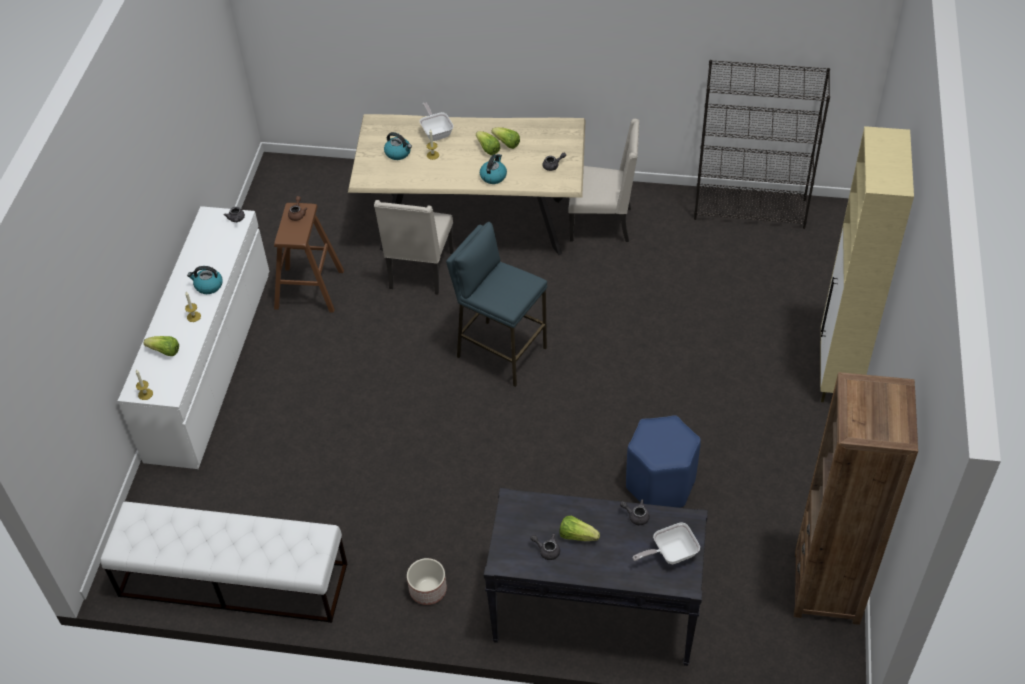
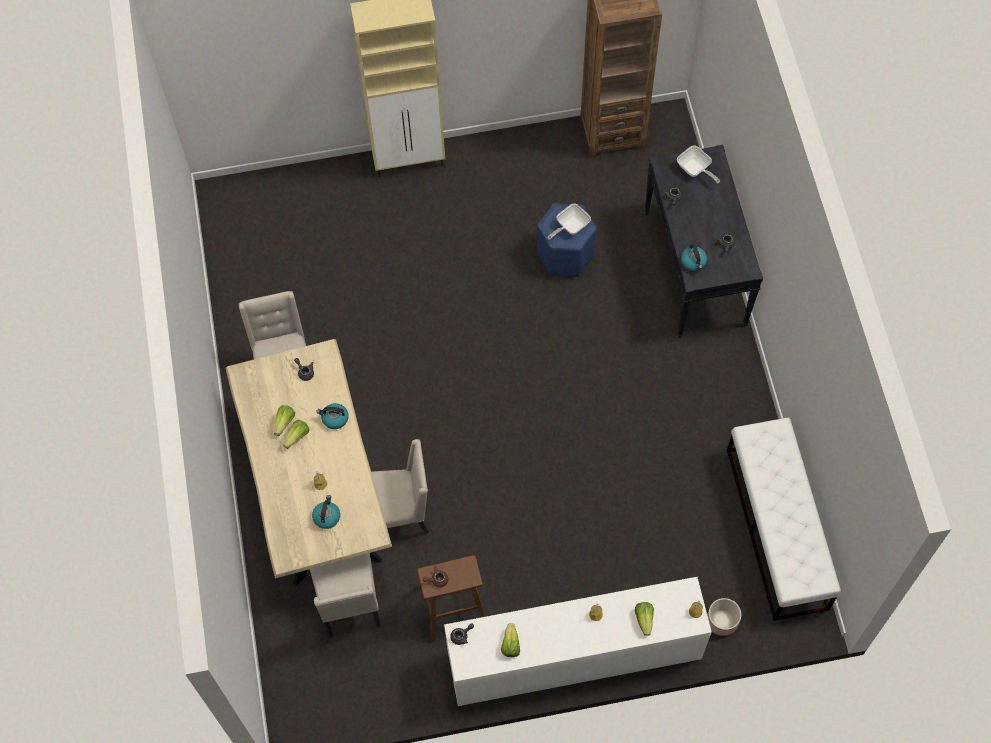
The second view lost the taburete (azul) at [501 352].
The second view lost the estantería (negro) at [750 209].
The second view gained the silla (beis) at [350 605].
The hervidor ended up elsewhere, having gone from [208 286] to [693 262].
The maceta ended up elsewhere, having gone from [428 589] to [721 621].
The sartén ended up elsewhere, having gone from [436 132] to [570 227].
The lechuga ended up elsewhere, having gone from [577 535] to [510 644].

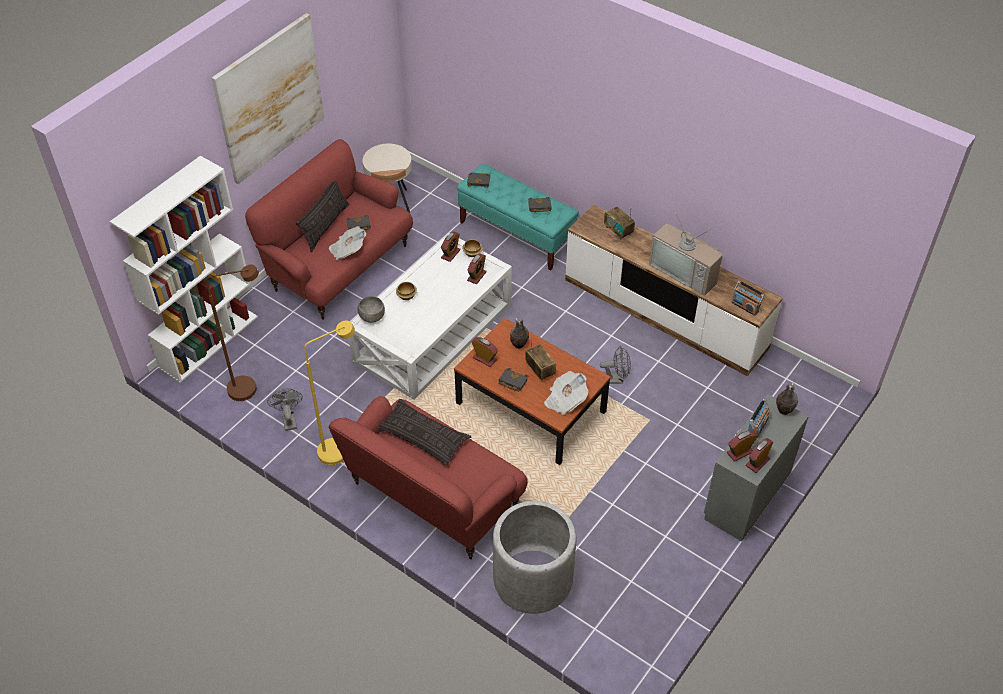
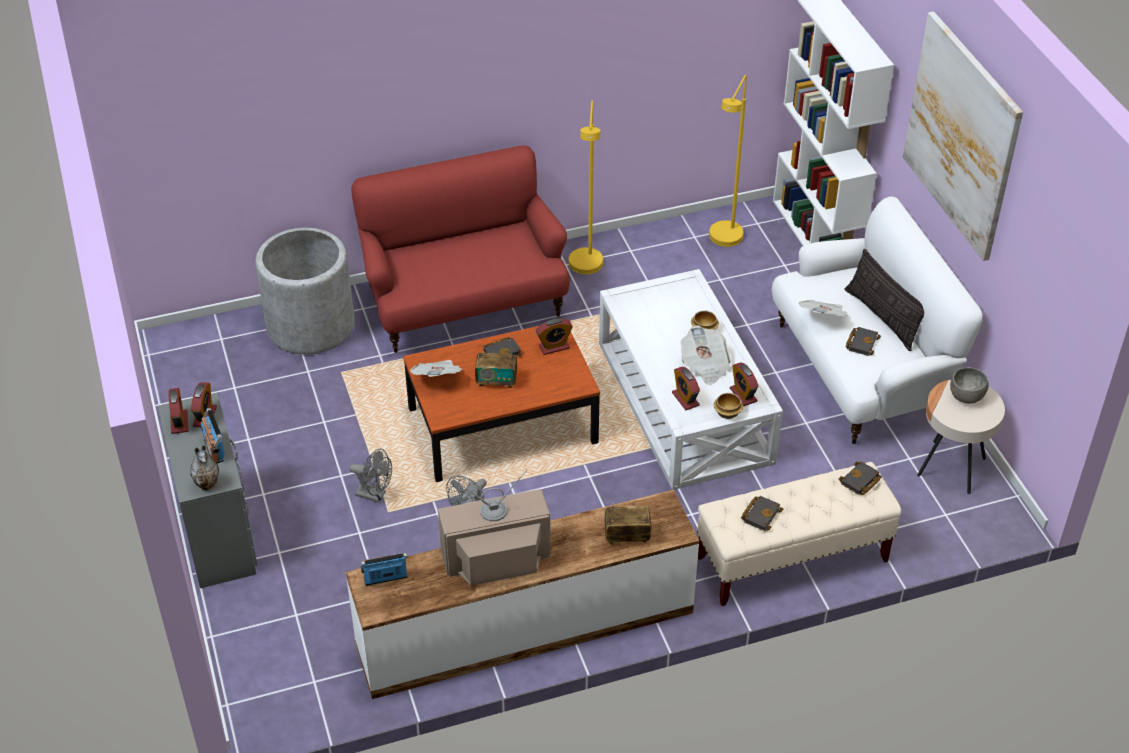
The second view lost the cojín at [423 436].
The second view lost the florero at [518 345].
The second view gained the periódico at [705 366].
The ventilador (gris) ended up elsewhere, having gone from [288 419] to [375 495].
The cuenco (gris) ended up elsewhere, having gone from [371 317] to [966 396].
What was the lámpara de pie (marrón) at [250 387] turned into the lámpara de pie (amarillo) at [724 242].
What was the sofá (rojo) at [339 267] turned into the sofá (blanco) at [860 372].
What was the banco (turquesa) at [517 235] turned into the banco (beis) at [791 560].

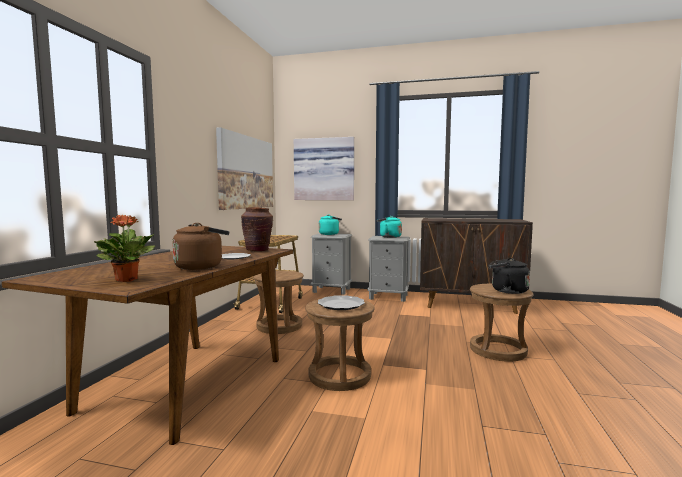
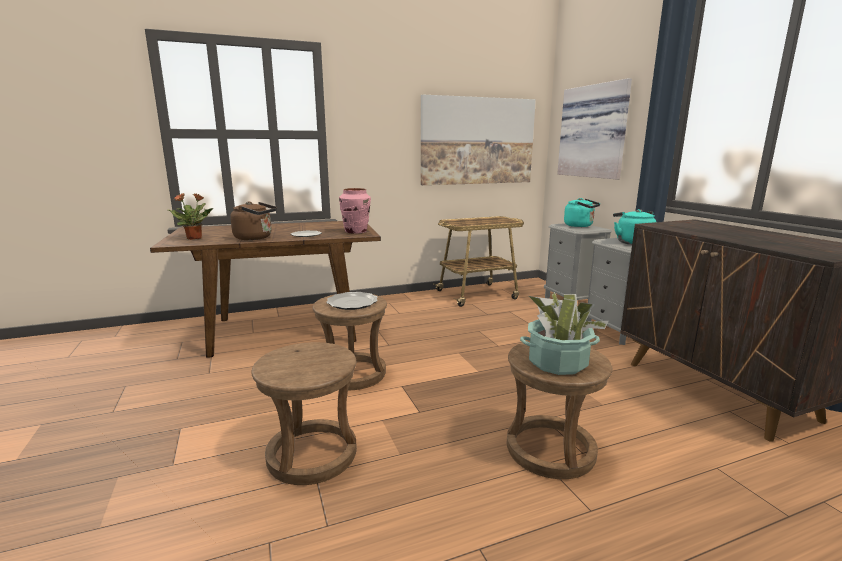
The taburete (marrón) ended up elsewhere, having gone from [279 326] to [312 454].
Where the hervidor (negro) stood at [506 291], the planta en maceta came to stand at [557 363].
What was the florero (marrón) at [257 250] turned into the florero (rosa) at [356 231].

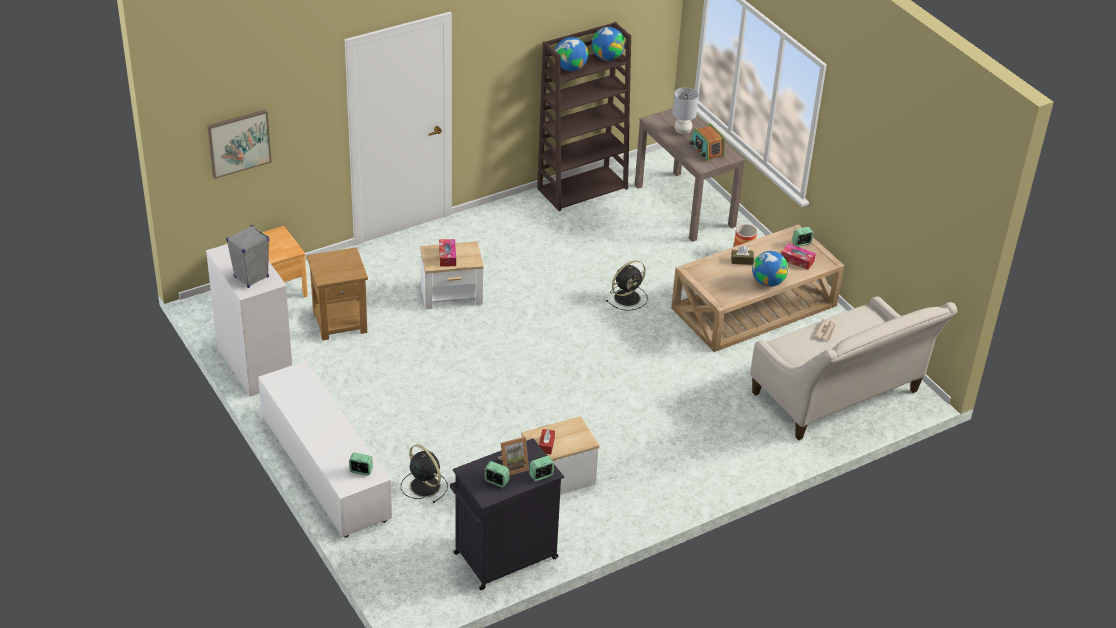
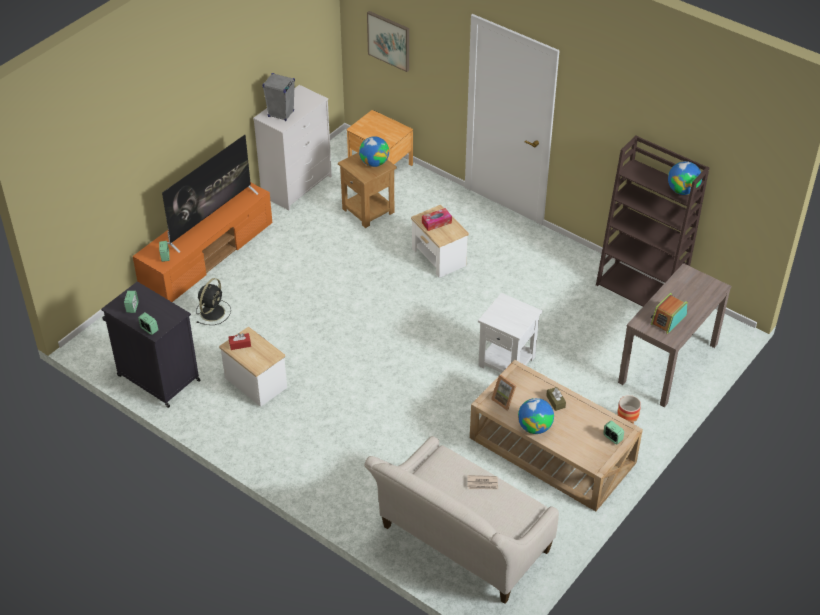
The second view lost the lámpara de mesa (gris) at [682 131].
The second view lost the caja de pañuelos at [797 260].
The second view gained the televisor at [211 217].
The portarretratos ended up elsewhere, having gone from [513 466] to [504 400].
The globo terráqueo ended up elsewhere, having gone from [570 68] to [374 163].
Where the ventilador (negro) stood at [628 297], the mesa auxiliar (blanco) came to stand at [507 361].
What was the mueble de televisión (blanco) at [324 467] turned into the mueble de televisión (naranja) at [207 255].

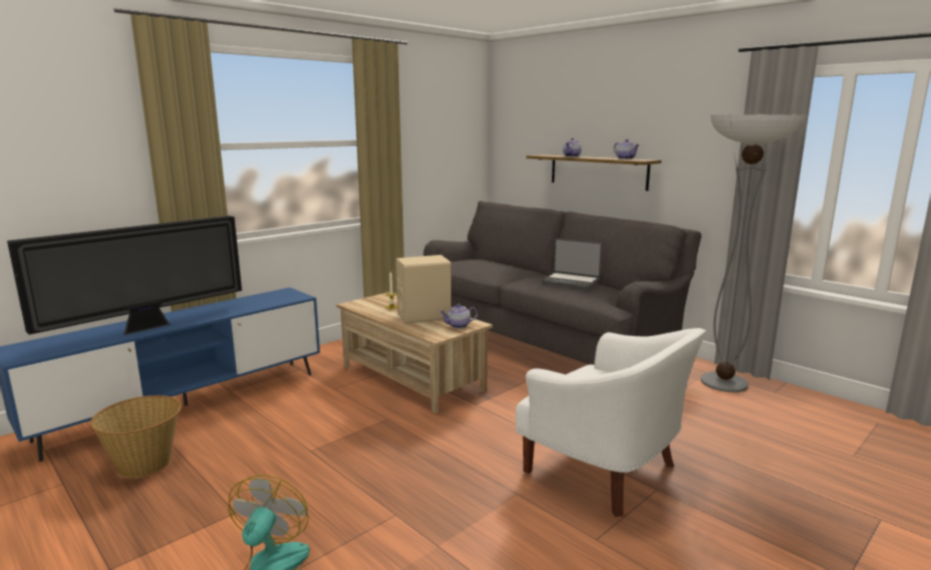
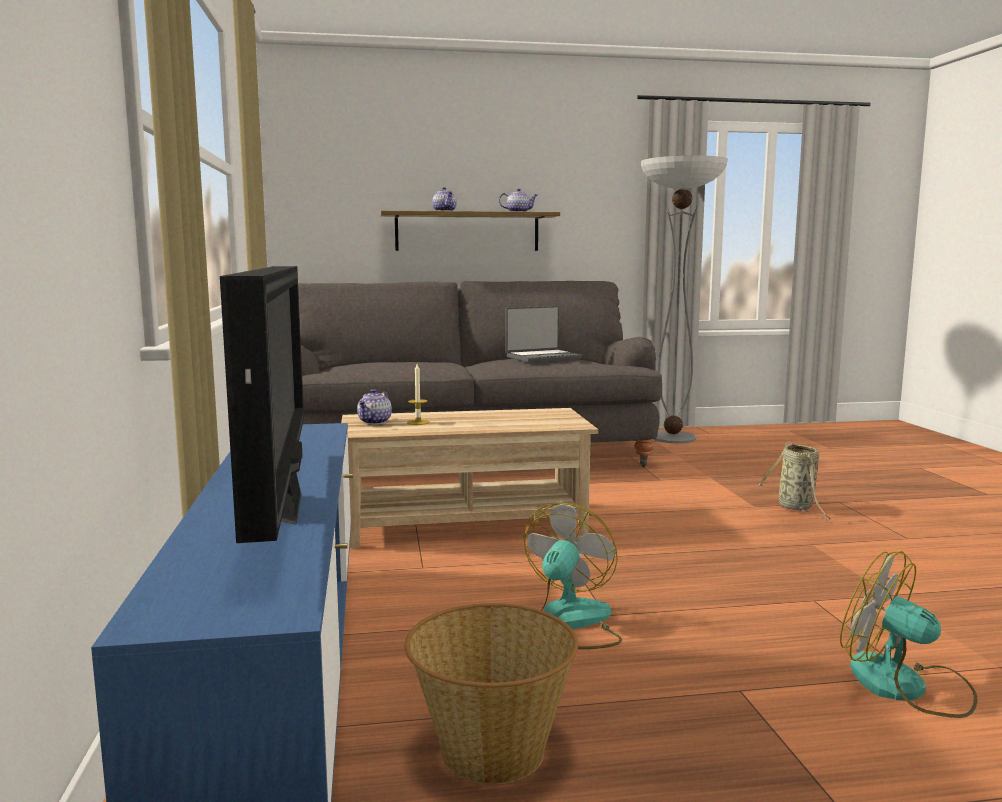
The second view lost the altavoz (beis) at [424 316].
The second view gained the ventilador at [569 623].
The tetera ended up elsewhere, having gone from [458 326] to [375 422].
Where the sillón (blanco) stood at [606 472], the cesta came to stand at [796 508].

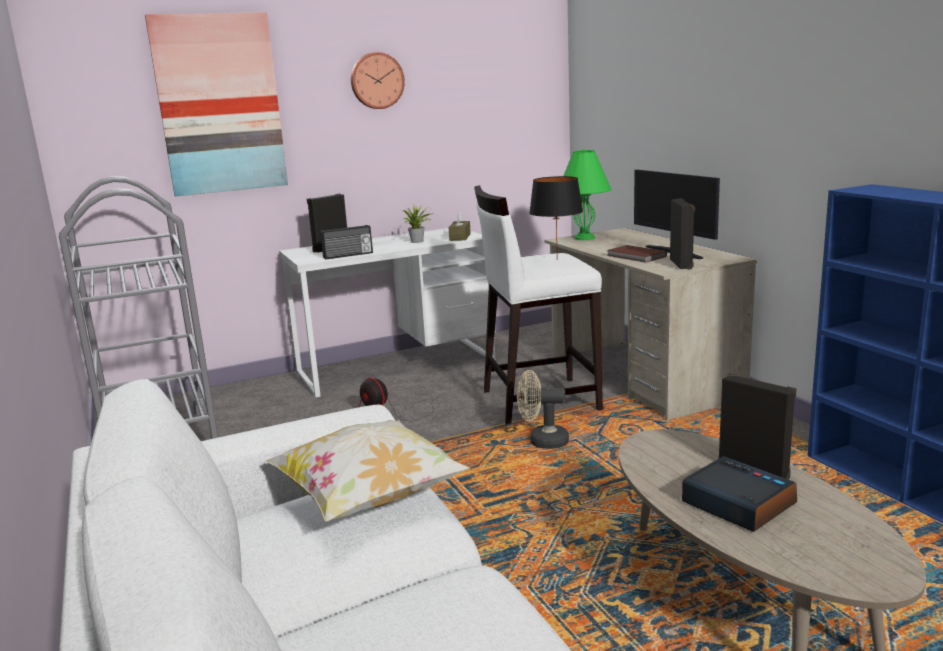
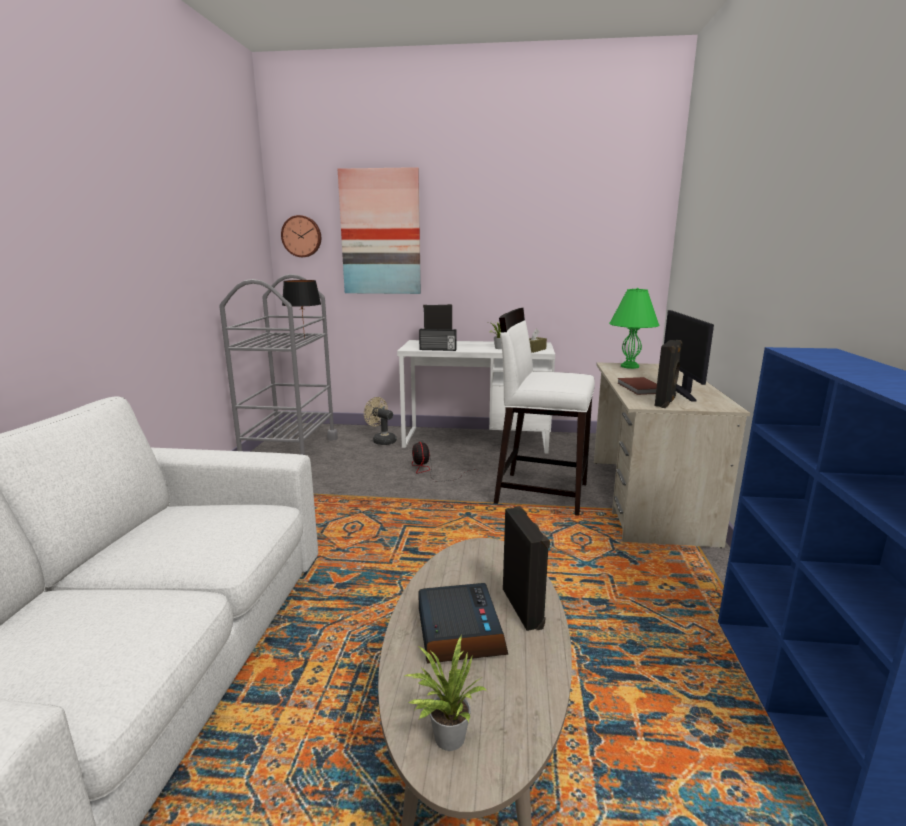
The second view lost the cojín at [370 499].
The second view gained the planta en maceta at [445 737].
The reloj de pared ended up elsewhere, having gone from [376 81] to [302 236].
The ventilador (beis) ended up elsewhere, having gone from [542 441] to [381 440].
The lámpara de mesa (negro) ended up elsewhere, having gone from [556 260] to [304 338].

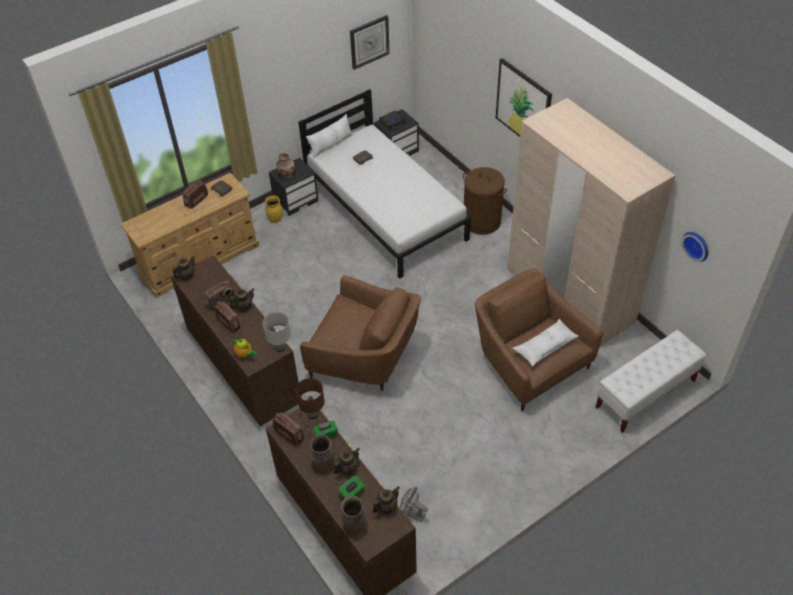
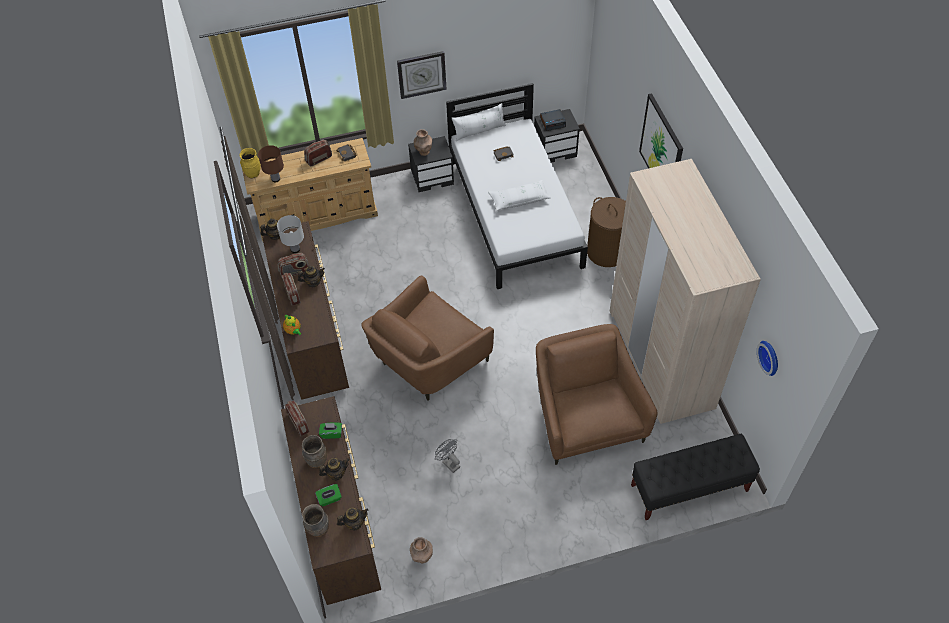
The second view gained the florero (marrón) at [422 557].
The lámpara de mesa (blanco) ended up elsewhere, having gone from [280 347] to [295 249].
The florero (amarillo) ended up elsewhere, having gone from [275 219] to [253 173].
The lámpara de mesa (marrón) ended up elsewhere, having gone from [312 414] to [275 179].
The reloj de pared ended up elsewhere, having gone from [369 42] to [421 74].
The ventilador (gris) ended up elsewhere, having gone from [413 513] to [449 463].
The cojín (blanco) ended up elsewhere, having gone from [545 346] to [519 199].
What was the banco (blanco) at [645 394] turned into the banco (negro) at [689 488].
The sillón (marrón) at [365 357] ended up facing another way, 90 degrees clockwise from before.

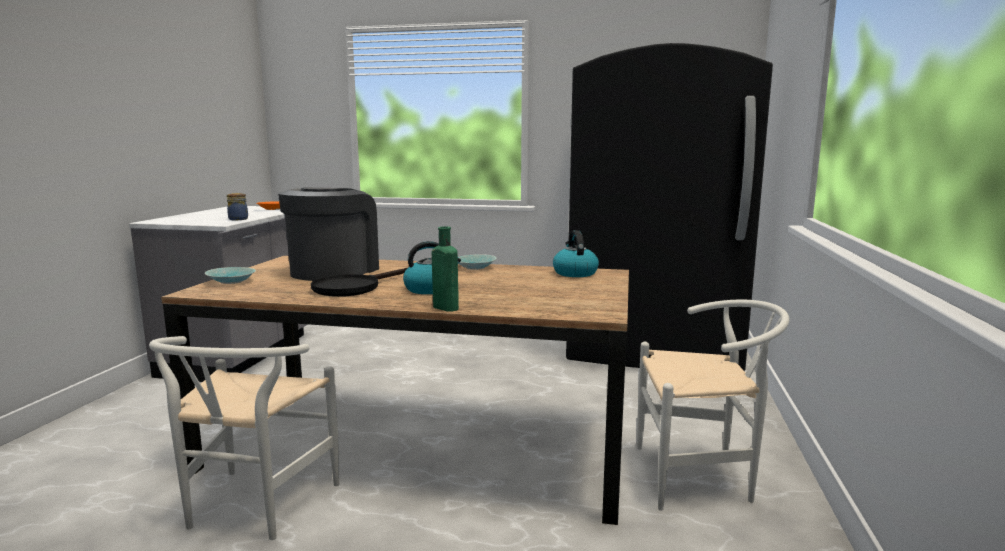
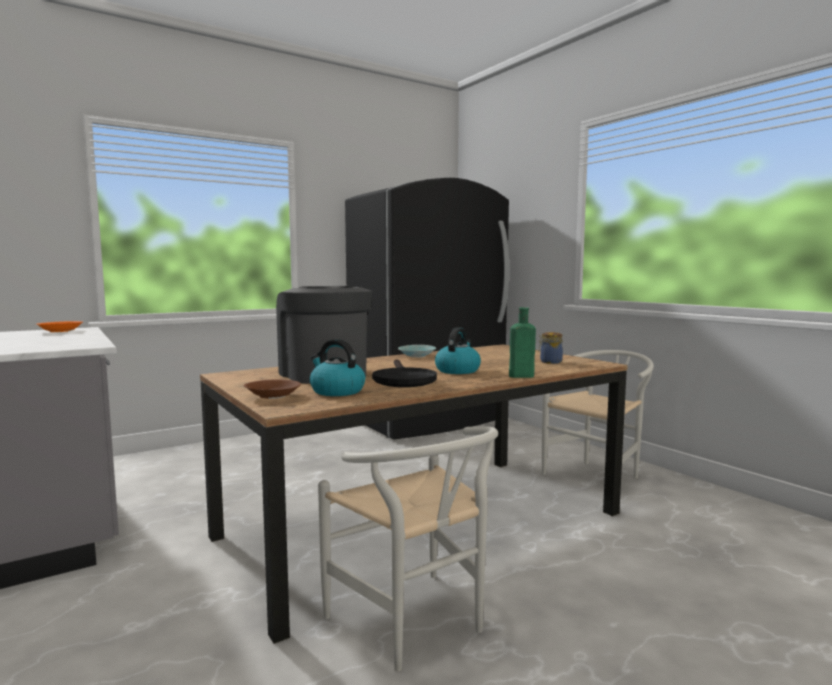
The tarro ended up elsewhere, having gone from [238 219] to [550 362].
The hervidor ended up elsewhere, having gone from [574 273] to [336 391].
What was the cuenco (turquesa) at [232 281] turned into the cuenco (marrón) at [272 396].

